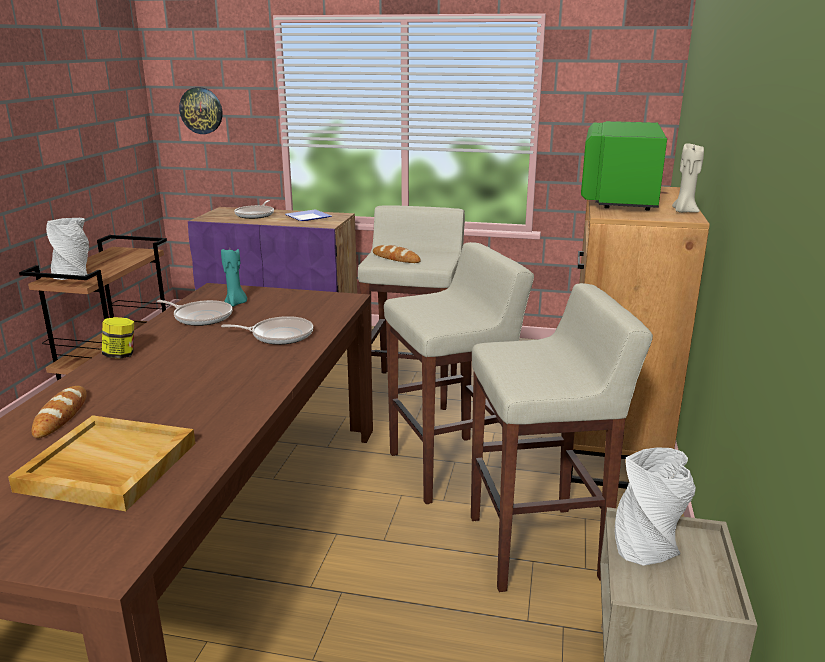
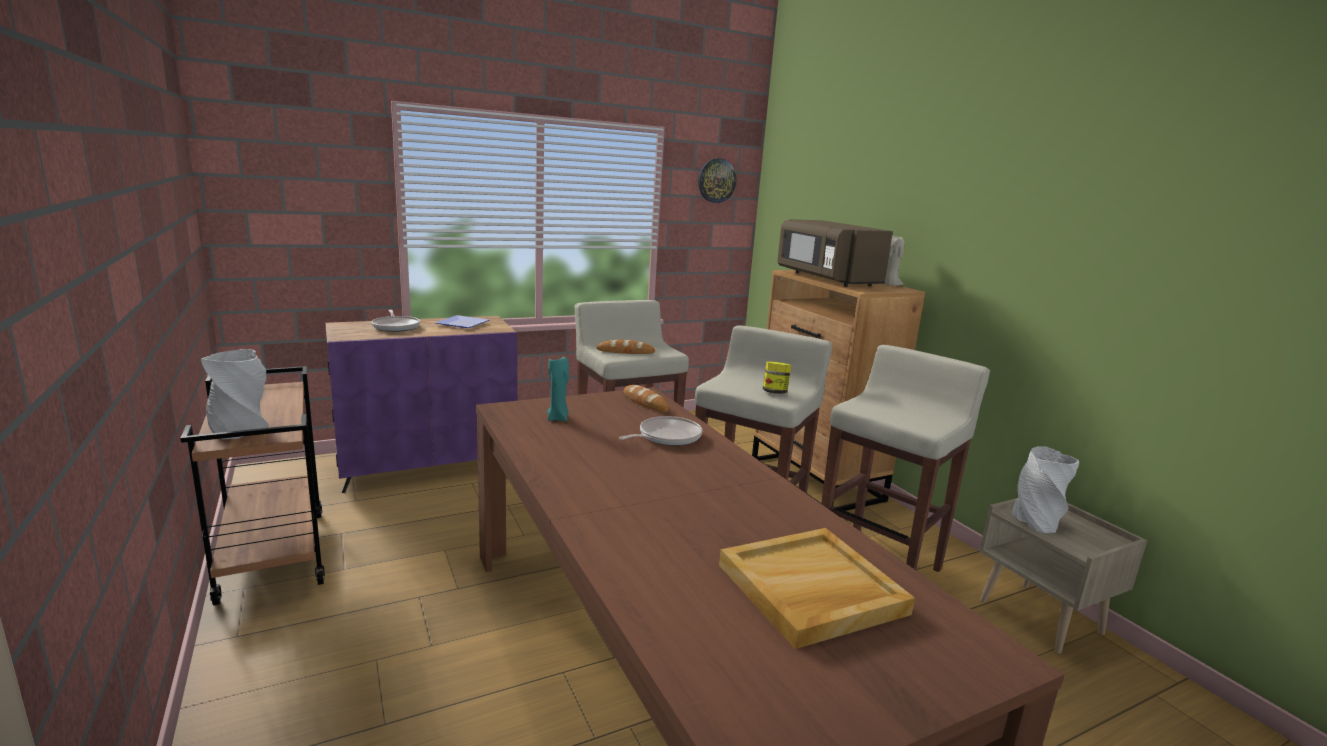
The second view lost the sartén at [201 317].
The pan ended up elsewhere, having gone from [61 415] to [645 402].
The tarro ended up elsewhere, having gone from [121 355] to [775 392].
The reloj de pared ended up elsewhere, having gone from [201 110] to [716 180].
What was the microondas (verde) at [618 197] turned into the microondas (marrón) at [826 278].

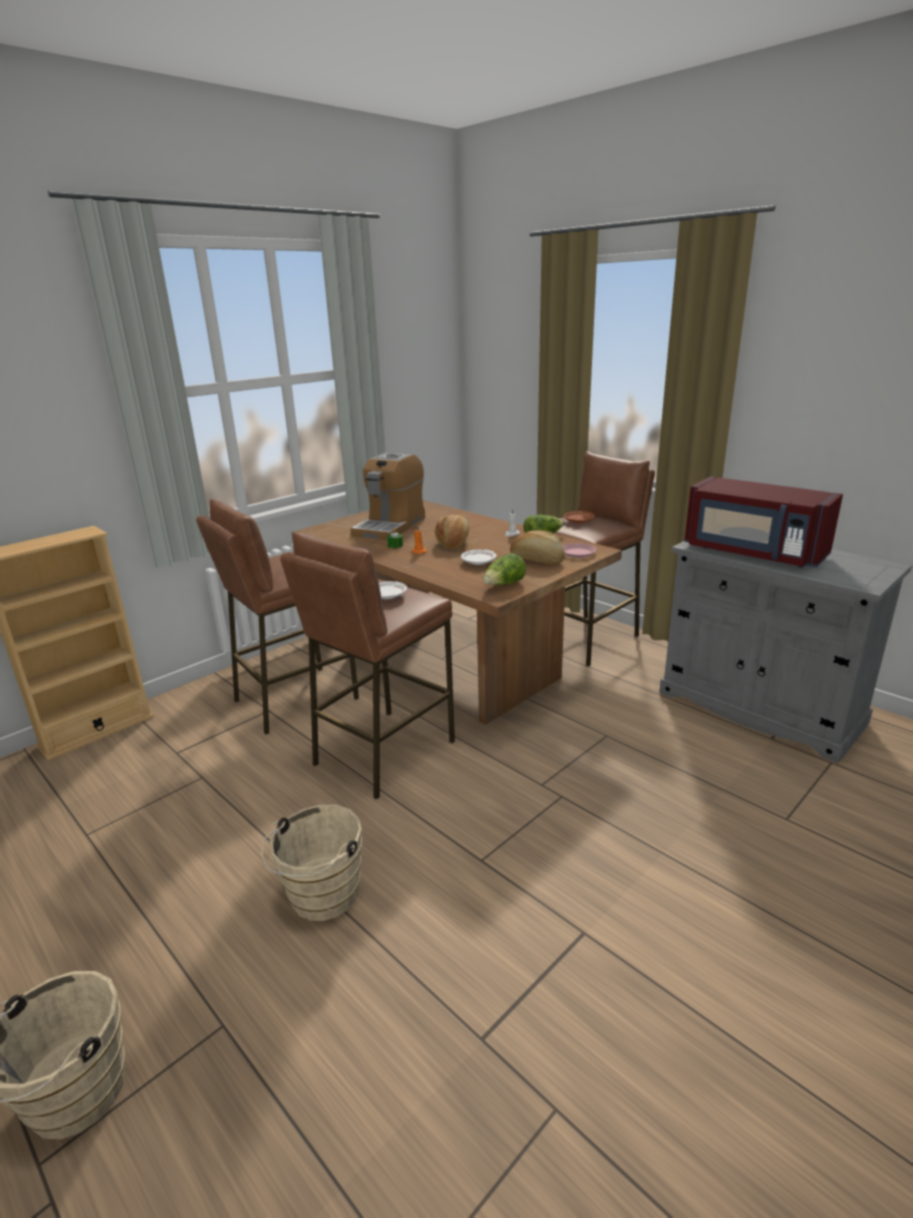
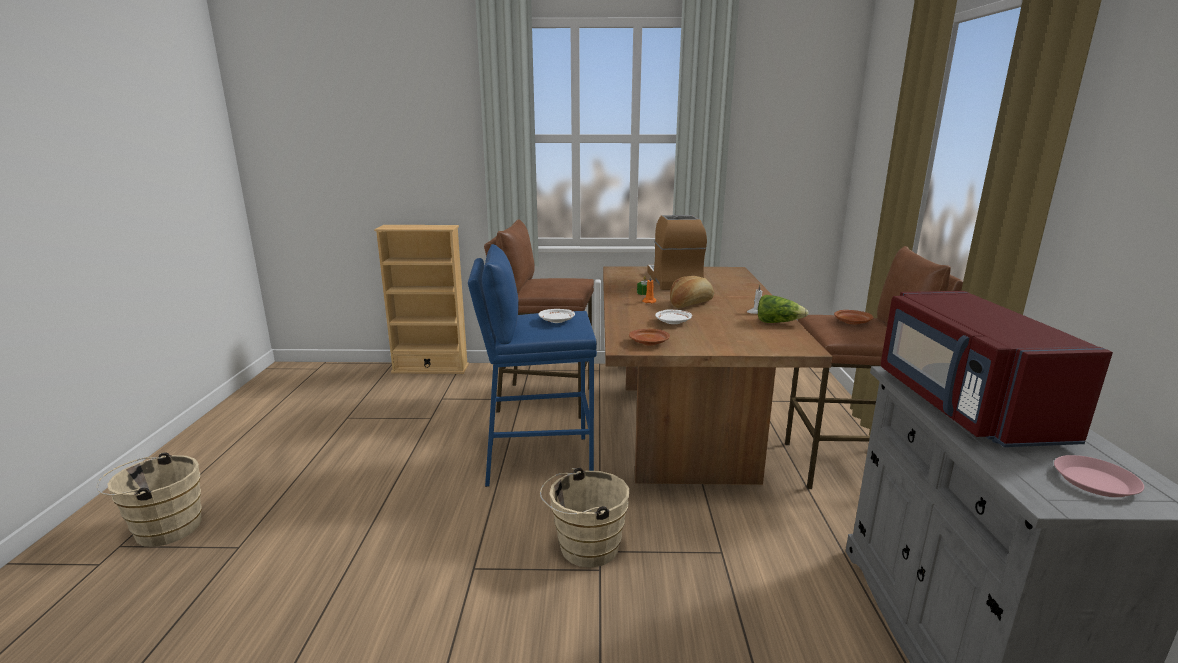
The second view lost the pan at [537 560].
The cubo (beis) ended up elsewhere, having gone from [320 898] to [584 548].
The plato (rosa) ended up elsewhere, having gone from [578 553] to [1094 482].
Where the lechuga stood at [504 585], the plato (marrón) came to stand at [649 343].
What was the taburete (marrón) at [383 752] turned into the taburete (azul) at [538 460].
The cafetera at [390 526] ended up facing another way, 105 degrees clockwise from before.

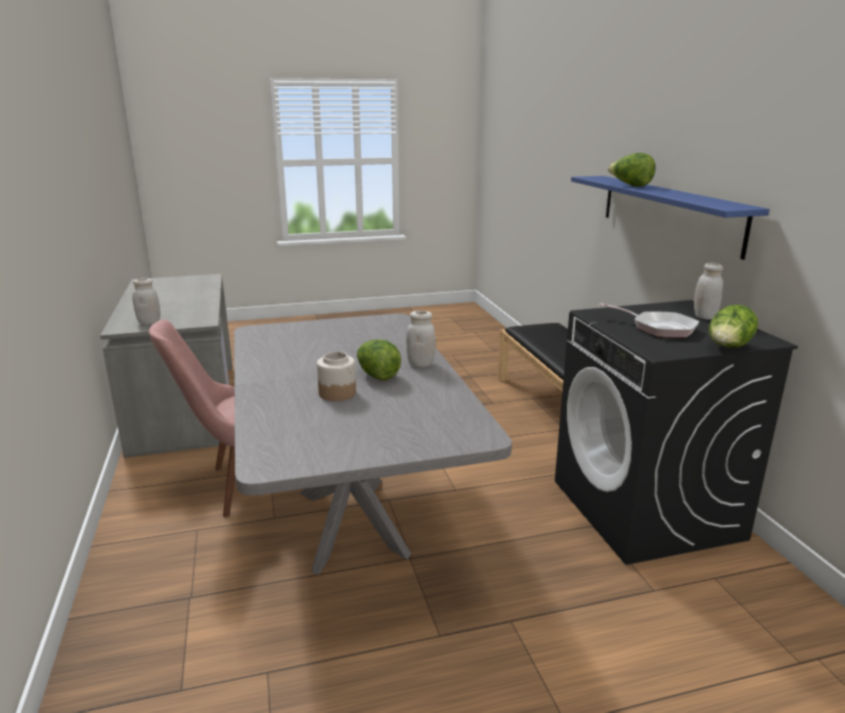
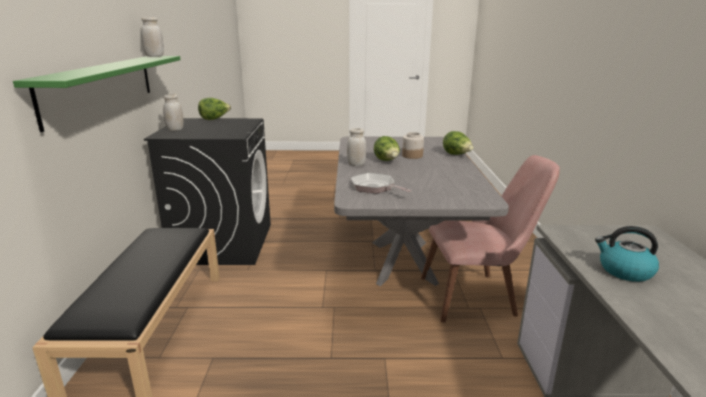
The second view gained the hervidor at [624 271].
The tarro (blanco) ended up elsewhere, having gone from [149 322] to [154 56].
The sartén ended up elsewhere, having gone from [659 328] to [375 187].
The lechuga ended up elsewhere, having gone from [630 186] to [457 155].
What was the estante (azul) at [668 212] turned into the estante (verde) at [101 87].

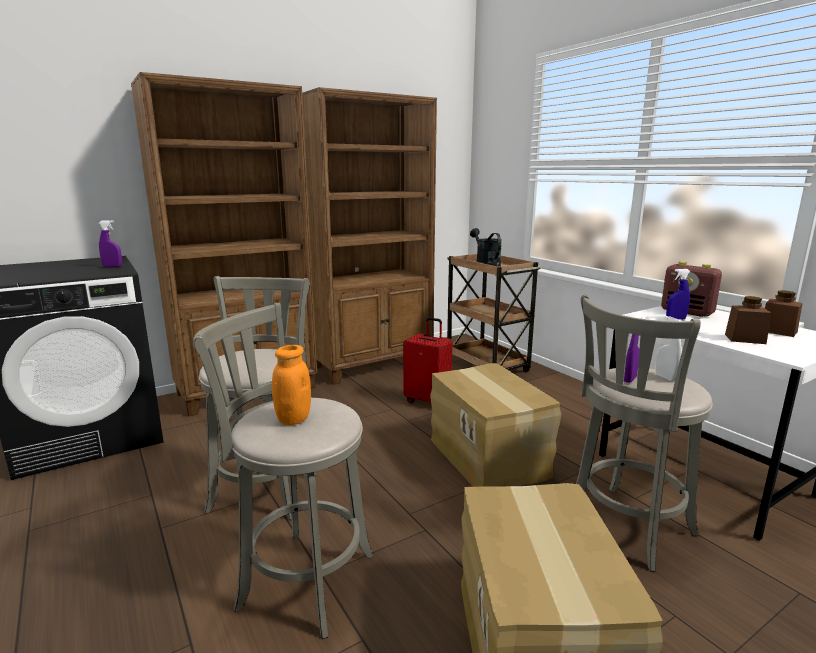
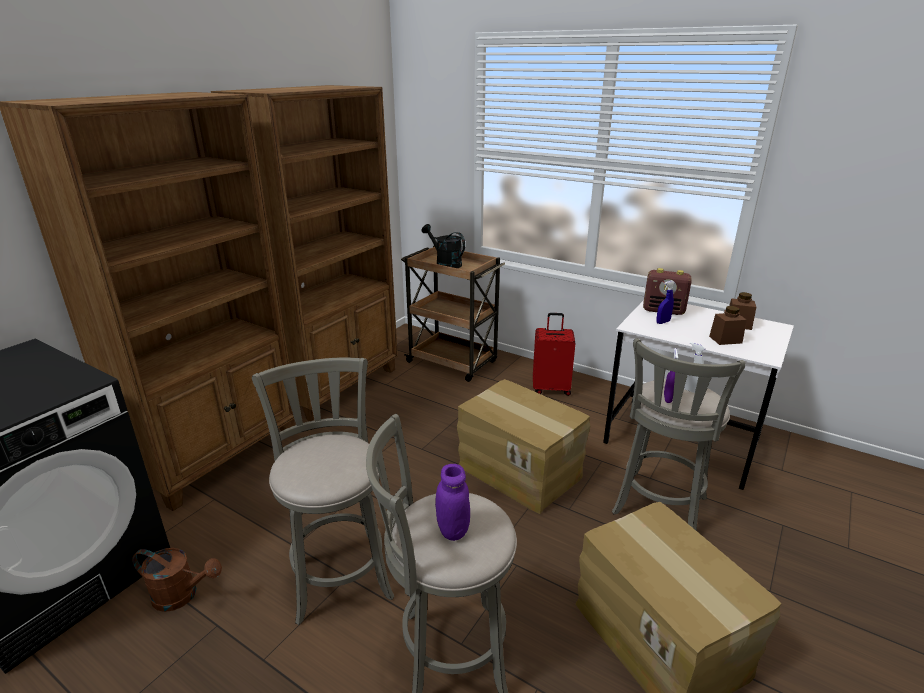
The second view lost the pulverizador (morado) at [112 266].
The second view gained the regadera (marrón) at [182 595].
The maleta (rojo) ended up elsewhere, having gone from [428 401] to [551 388].
What was the tarro (naranja) at [293 419] turned into the tarro (morado) at [453 530].

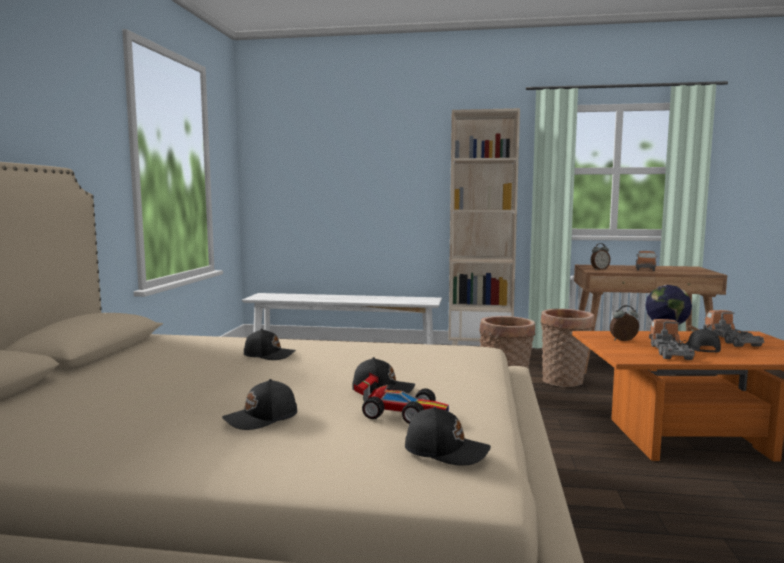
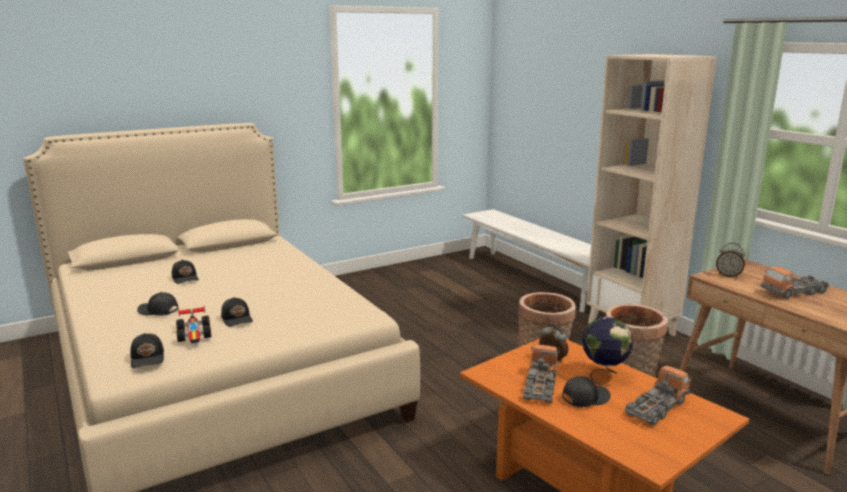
The gorra (negro) ended up elsewhere, having gone from [269 355] to [186 278].
The camión de juguete at [669 352] ended up facing another way, 45 degrees counterclockwise from before.

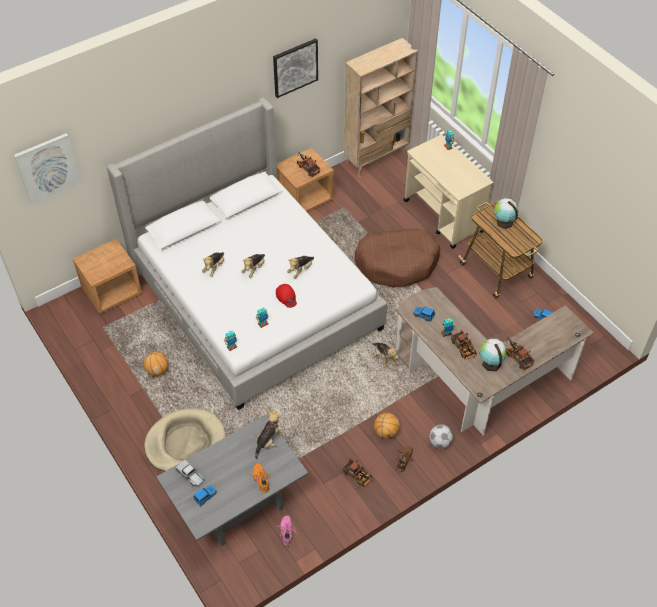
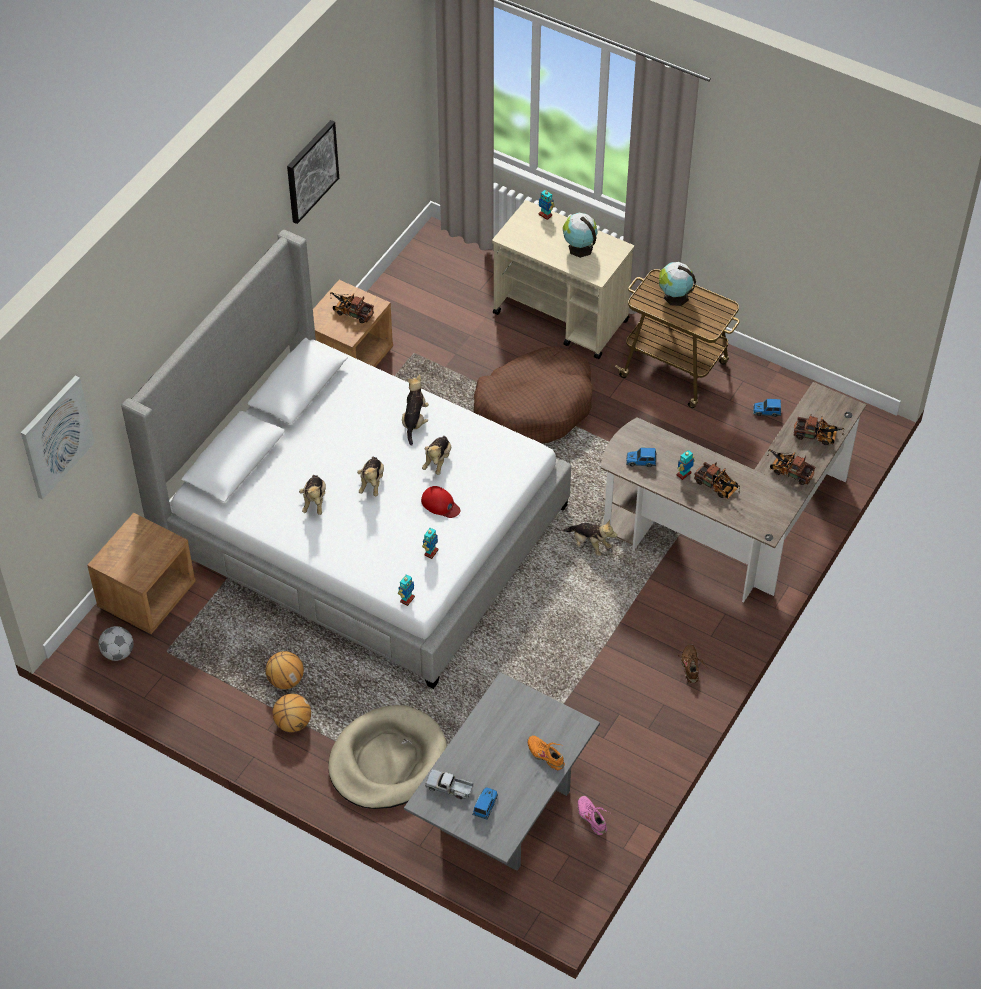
The second view lost the estantería (beis) at [377 158].
The peluche ended up elsewhere, having gone from [268 441] to [414 421].
The camión de juguete ended up elsewhere, having gone from [358 476] to [817 436].
The balón de baloncesto ended up elsewhere, having gone from [386 432] to [293 723].
The balón de fútbol ended up elsewhere, having gone from [440 442] to [118 652].
The globo terráqueo ended up elsewhere, having gone from [490 362] to [579 247].

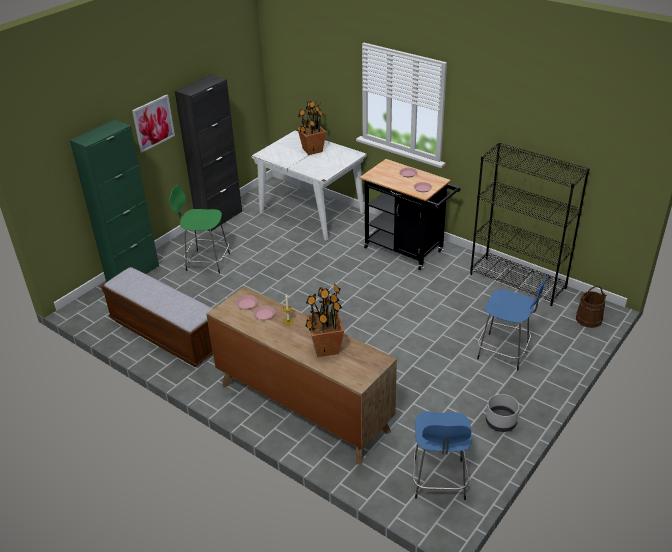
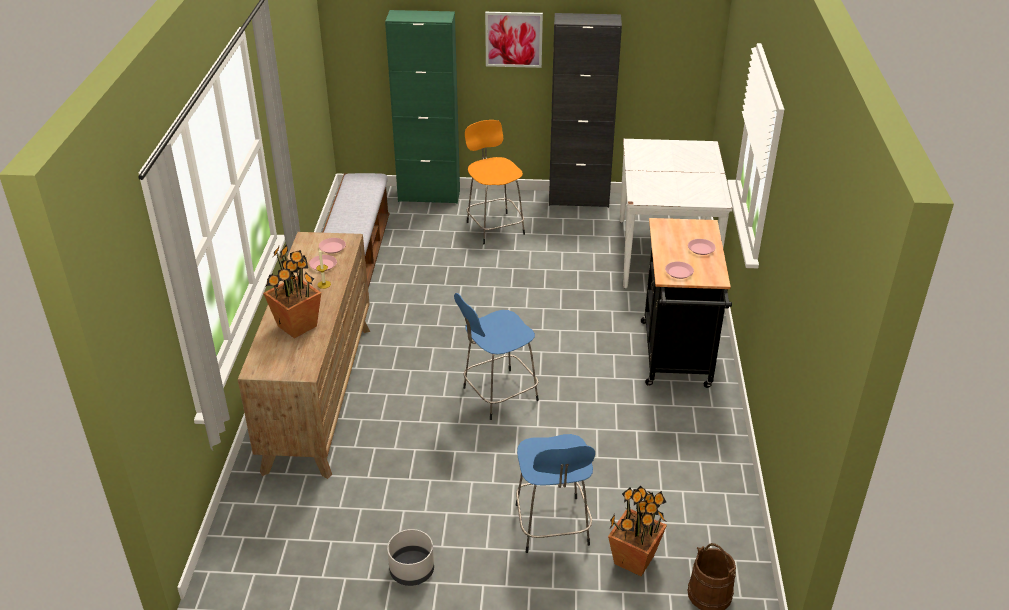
The second view lost the estantería (negro) at [518 281].
The planta en maceta ended up elsewhere, having gone from [312 150] to [634 559].
The taburete (azul) ended up elsewhere, having gone from [439 481] to [497 395].
What was the taburete (verde) at [206 261] turned into the taburete (naranja) at [494 227].

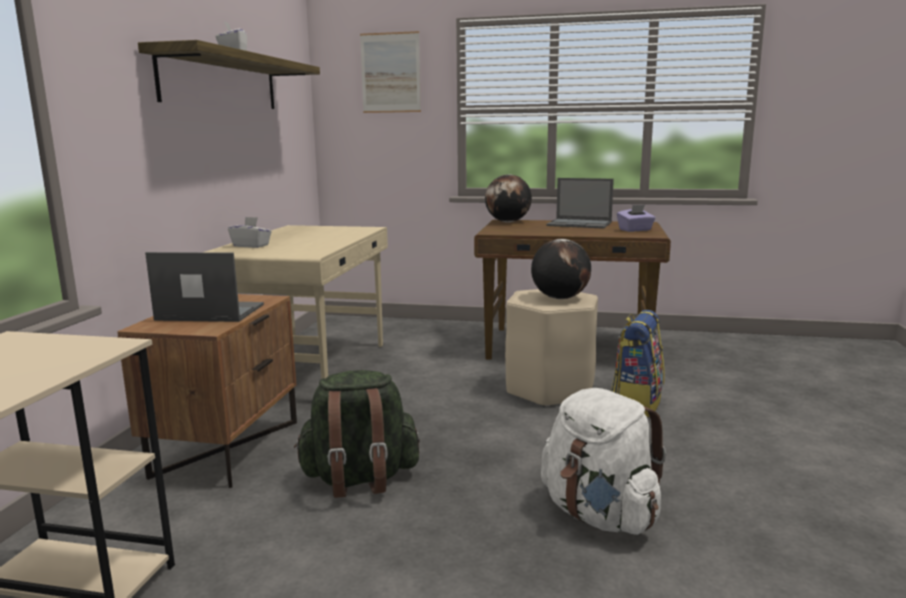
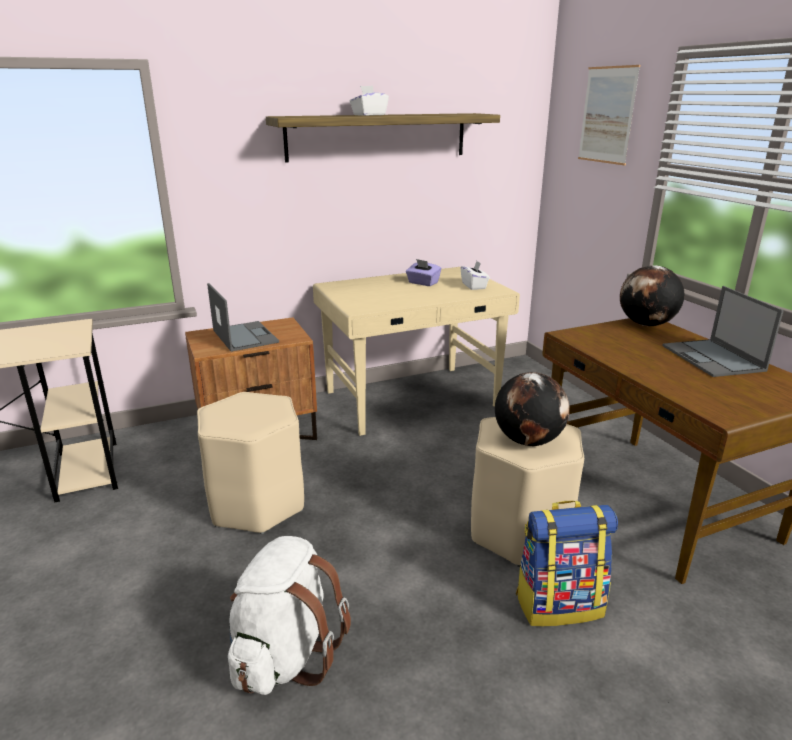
The caja de pañuelos (blanco) ended up elsewhere, having gone from [251 246] to [474 286].
The caja de pañuelos (morado) ended up elsewhere, having gone from [635 230] to [423 283].
Where the mochila (verde) stood at [360 479], the taburete (beis) came to stand at [256 504].

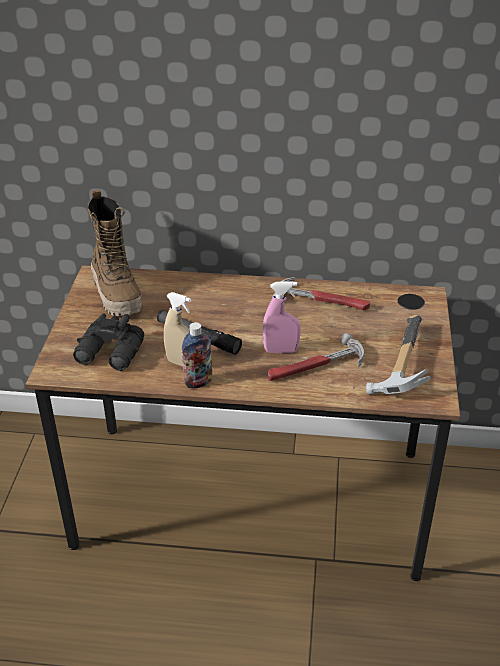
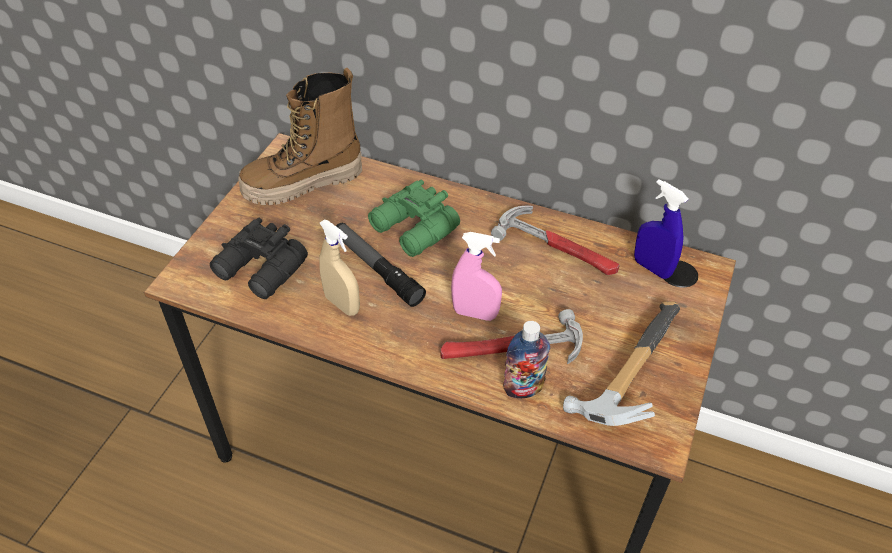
The second view gained the prismáticos (verde) at [413 230].
The second view gained the pulverizador (azul) at [652 268].
The botella ended up elsewhere, having gone from [198 382] to [523 388].
The bota at [117 294] ended up facing another way, 75 degrees clockwise from before.

